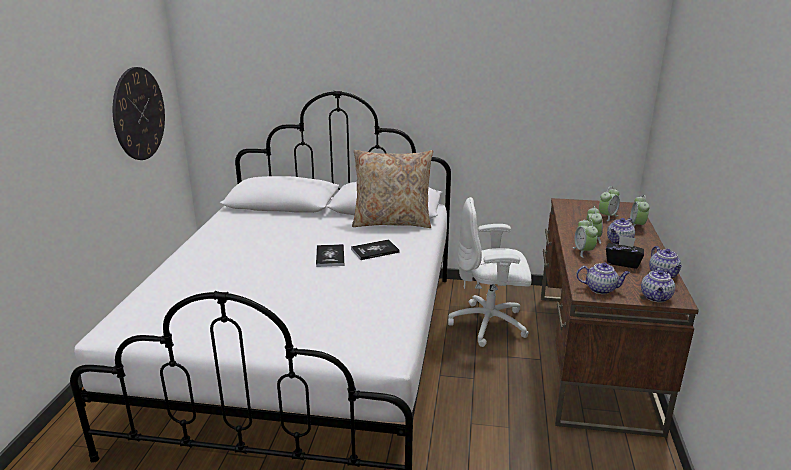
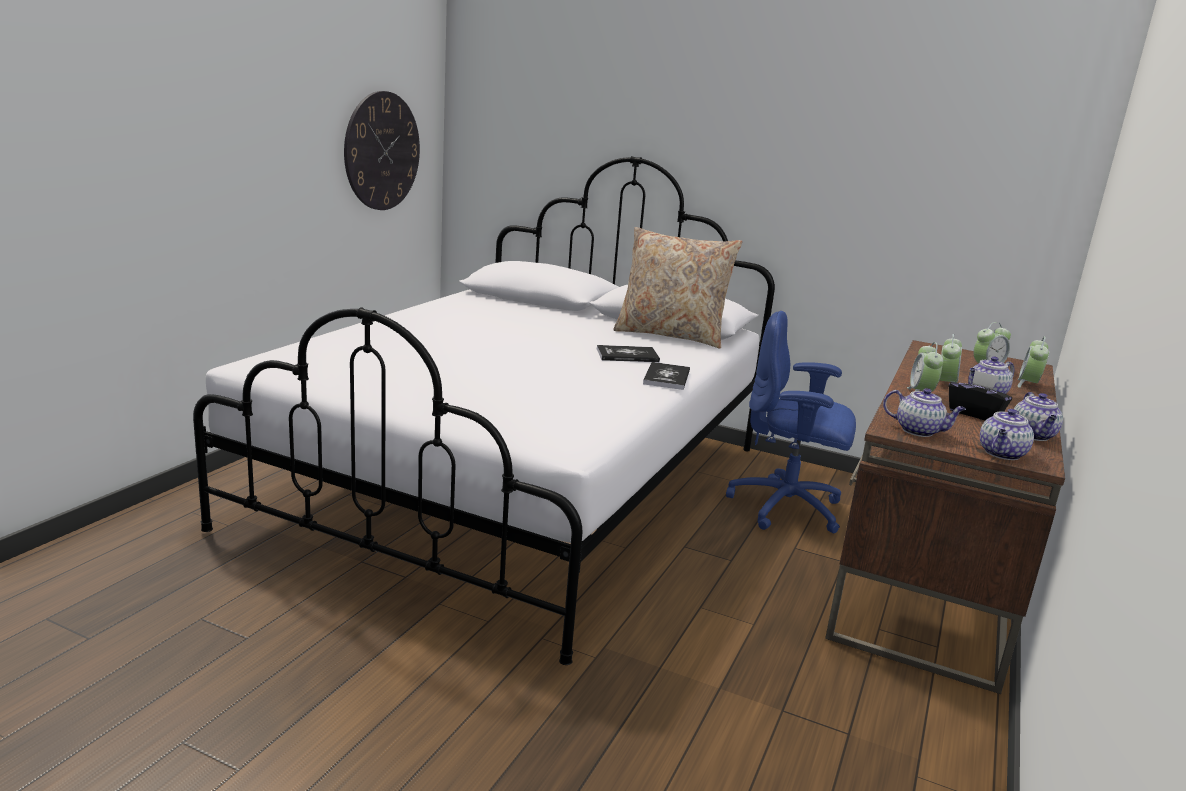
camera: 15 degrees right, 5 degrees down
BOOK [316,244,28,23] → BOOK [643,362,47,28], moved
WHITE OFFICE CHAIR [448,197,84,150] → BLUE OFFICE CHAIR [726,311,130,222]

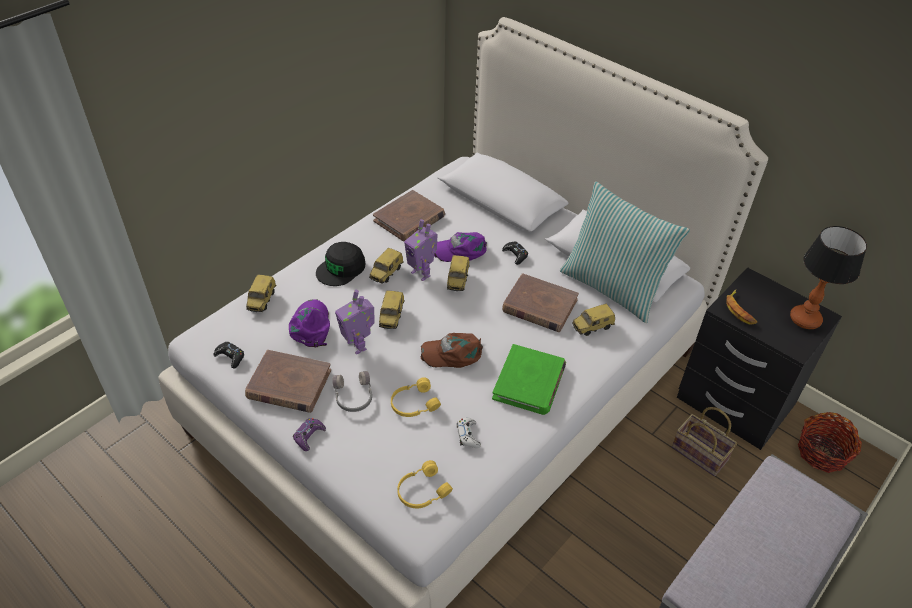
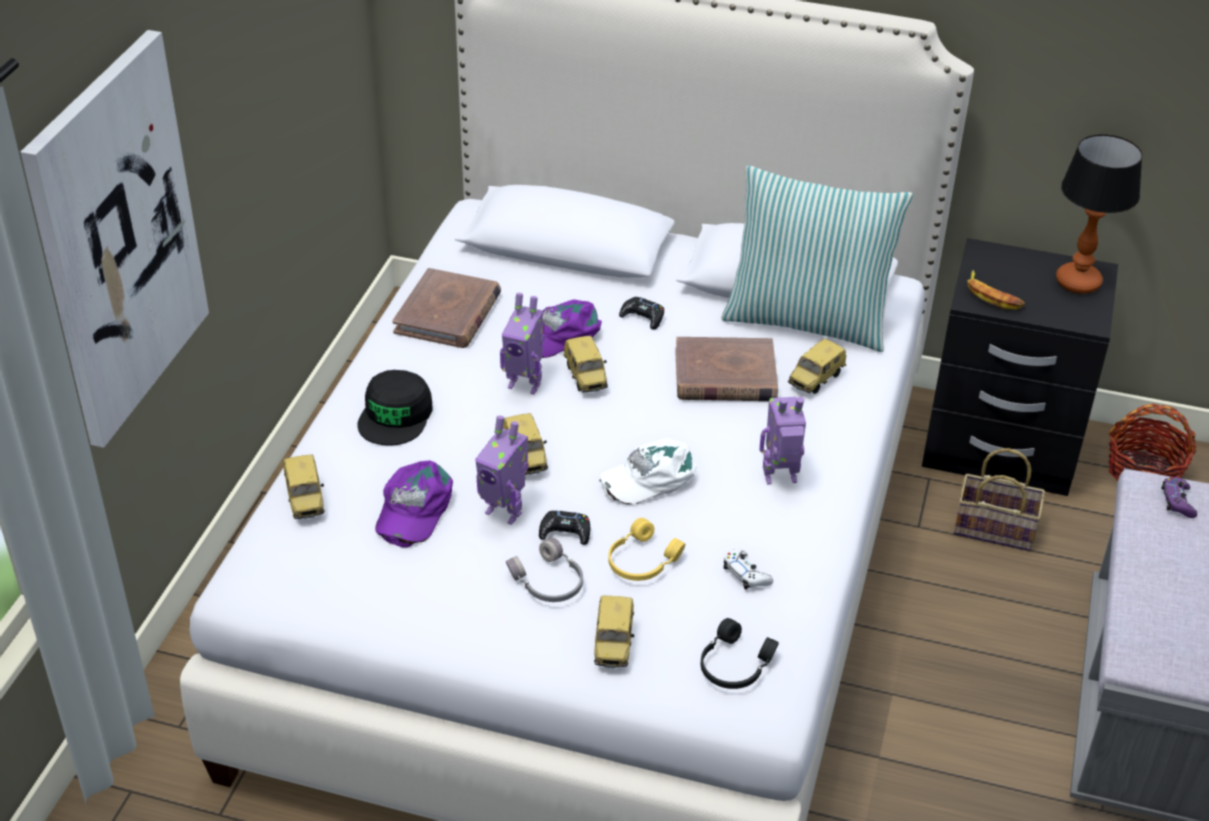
camera: 25 degrees left, 5 degrees down
BROWN BOOK [245,350,86,63] → -
- → PICTURE [20,30,189,418]
BLACK GAME CONTROLLER [213,342,31,26] → BLACK GAME CONTROLLER [539,511,51,34], moved
PURPLE GAME CONTROLLER [293,418,33,33] → PURPLE GAME CONTROLLER [1161,477,36,41], moved
TOY CAR [369,248,35,36] → TOY CAR [594,596,40,72], moved
GREEN BOOK [492,344,74,71] → TOY ROBOT [759,396,47,88]
YELLOW HEADPHONES [397,460,56,48] → BLACK HEADPHONES [701,618,78,71]
BROWN CAP [421,333,62,35] → WHITE CAP [600,438,97,67]
PURPLE CAP [289,299,41,49] → PURPLE CAP [375,461,78,87], 135 degrees counterclockwise

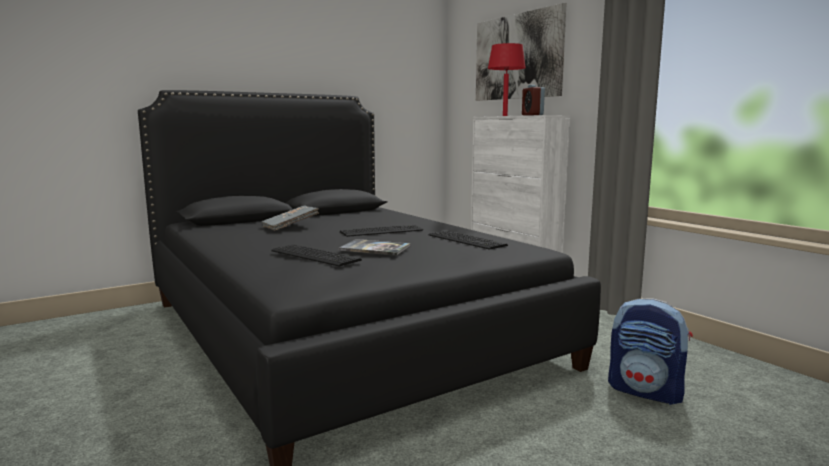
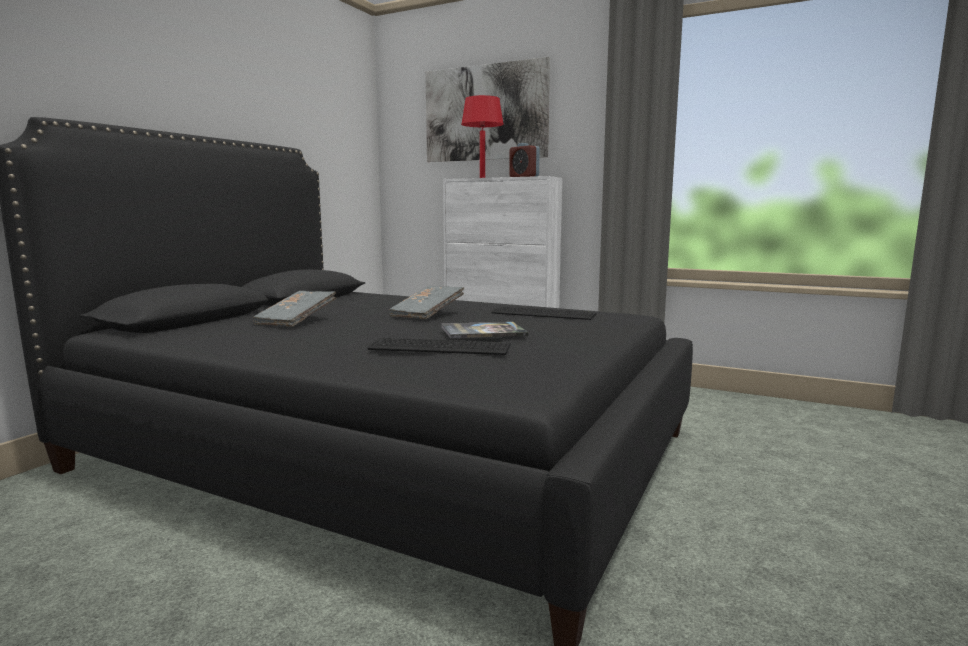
camera: 30 degrees left, 0 degrees up
BACKPACK [608,298,85,107] → -
KEYBOARD [340,225,83,12] → GREY BOOK [389,286,75,33]

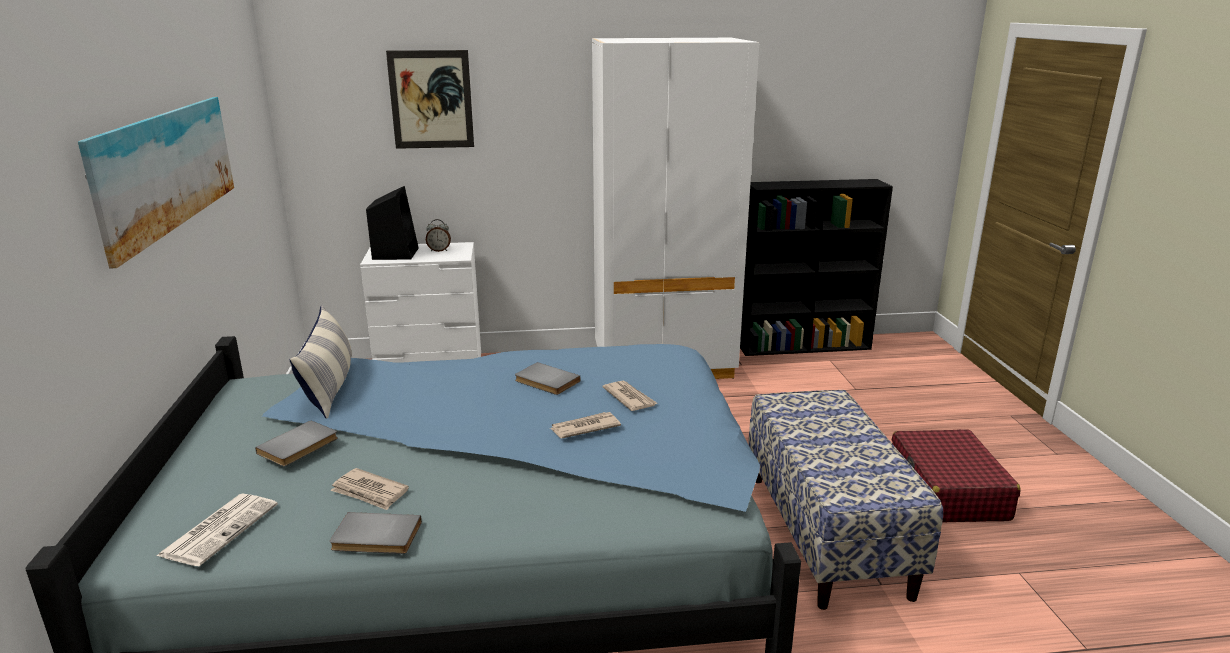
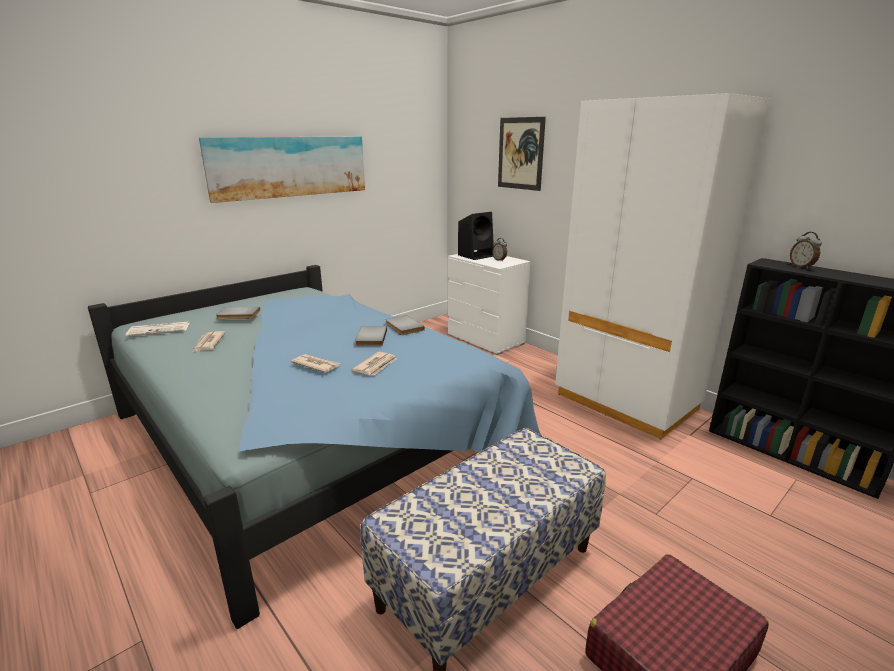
camera: 55 degrees right, 0 degrees up
PILLOW [290,305,62,114] → -
- → ALARM CLOCK [790,232,32,37]
GREY BOOK [330,512,92,42] → GREY BOOK [385,315,40,20], moved

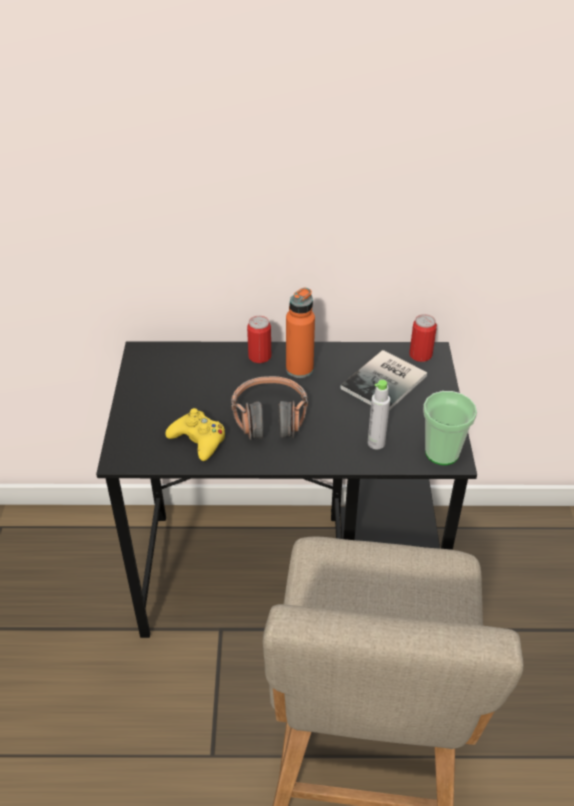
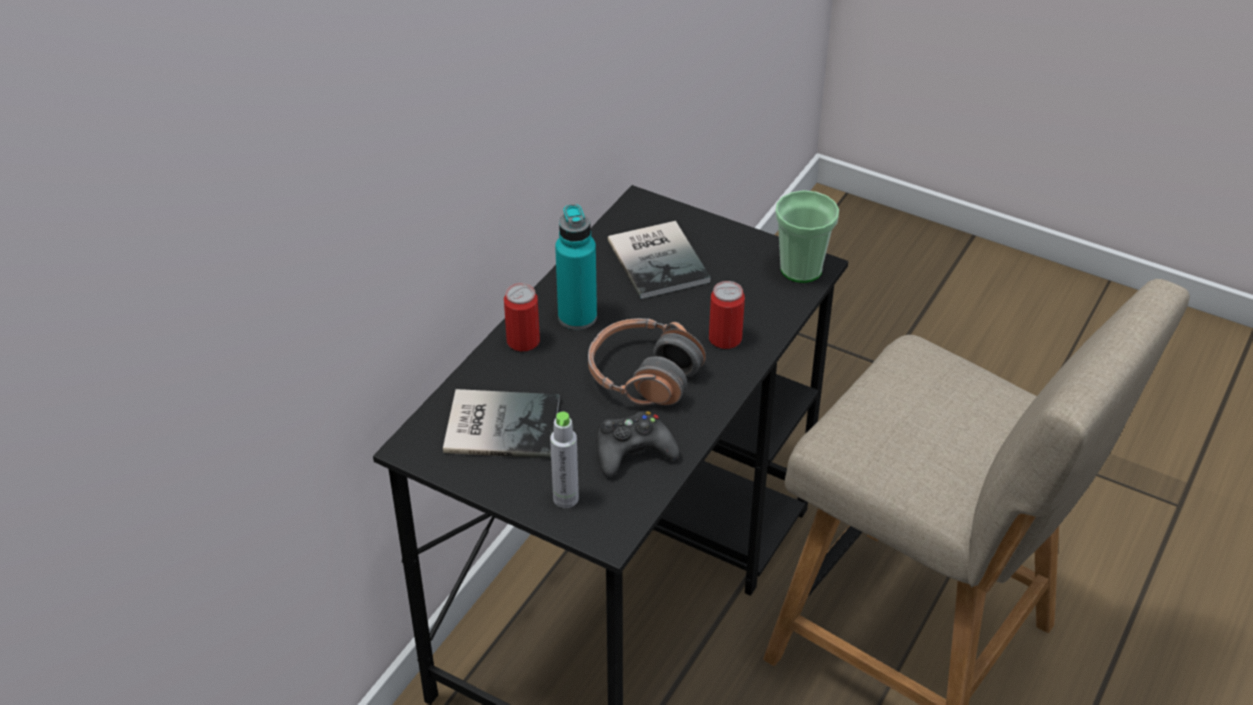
camera: 60 degrees left, 0 degrees up
- → BOOK [443,389,117,70]
GREY BOTTLE [368,380,22,70] → GREY BOTTLE [550,411,29,97], moved
CAN [409,314,28,48] → CAN [709,281,36,68], moved
YELLOW GAME CONTROLLER [165,408,60,53] → BLACK GAME CONTROLLER [596,411,83,66]
ORANGE BOTTLE [286,288,29,90] → TURQUOISE BOTTLE [555,204,42,126]

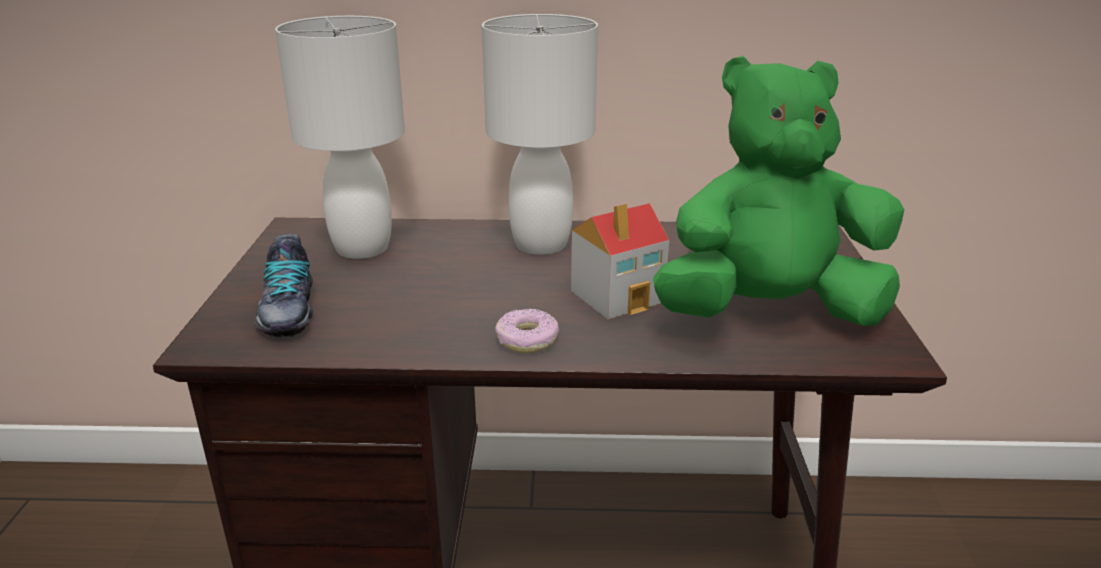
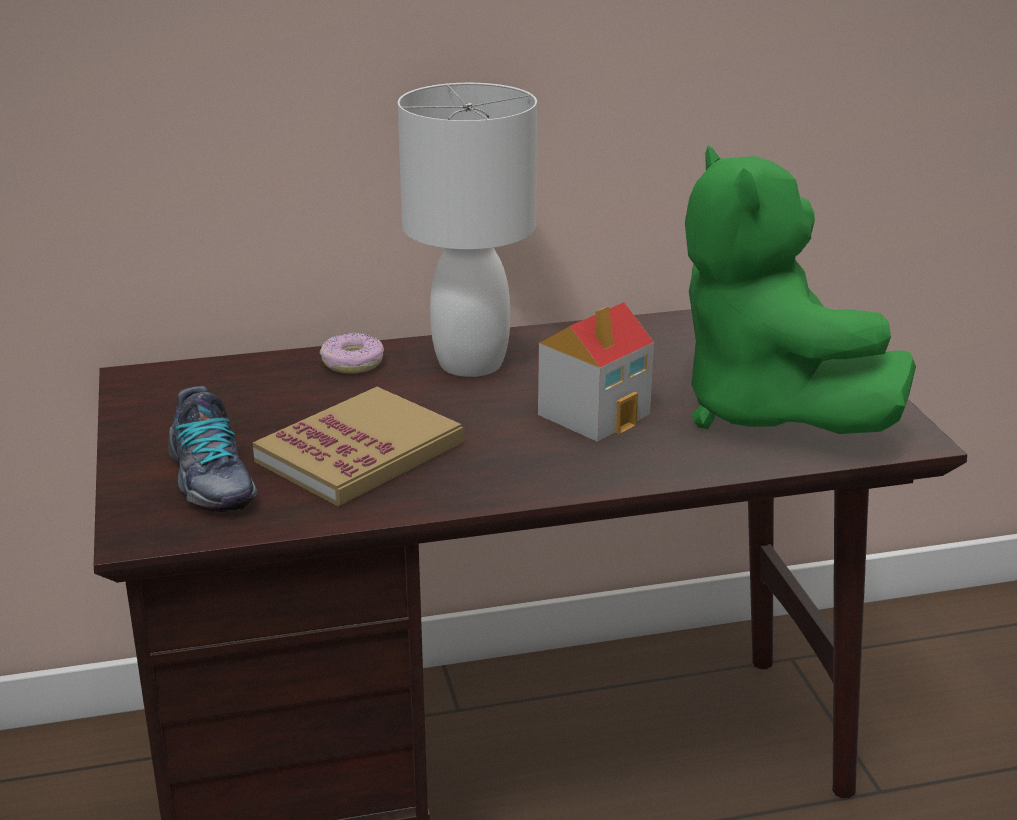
camera: 15 degrees left, 0 degrees up
WHITE TABLE LAMP [275,16,130,243] → -
- → BOOK [253,387,211,120]
DONUT [495,309,64,44] → DONUT [320,333,64,41], moved
GREEN PLUSH TOY [653,56,251,270] → GREEN PLUSH TOY [685,145,231,289], 90 degrees counterclockwise

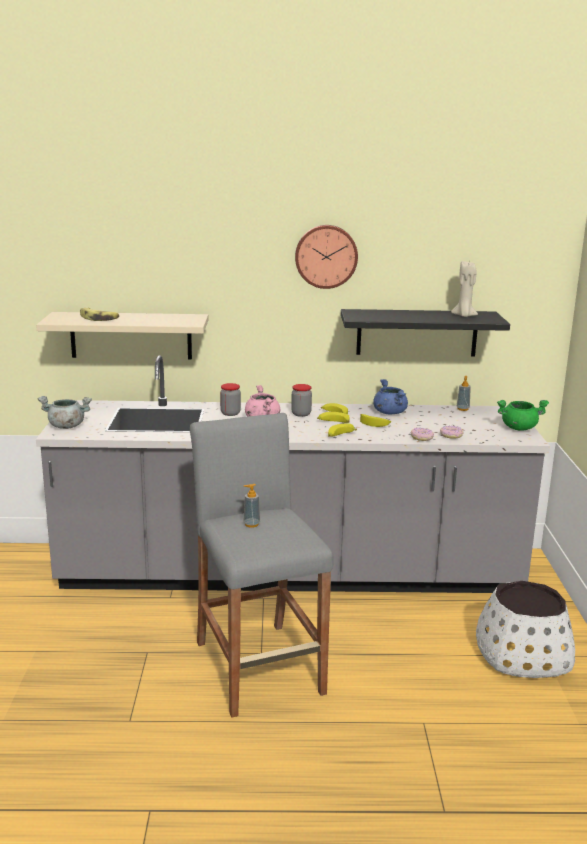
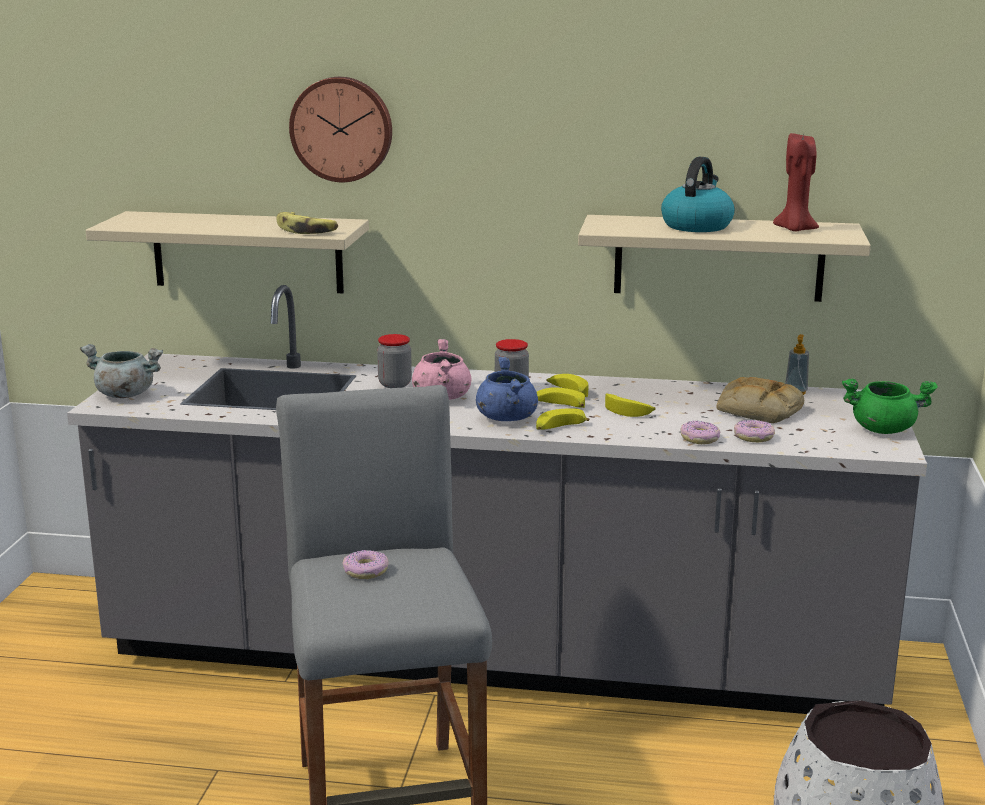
camera: 10 degrees right, 0 degrees up
- → KETTLE [661,157,74,75]
- → BREAD [716,377,88,46]
BANANA [80,308,39,13] → BANANA [277,212,61,22], moved
WALL CLOCK [295,225,63,64] → WALL CLOCK [289,77,103,106], moved
BLUE COOKING POT [373,379,35,35] → BLUE COOKING POT [476,357,62,64], moved
SOAP DISPENSER [243,484,17,44] → DONUT [342,550,47,29]
BLACK SHELF [341,309,169,48] → BEIGE SHELF [578,215,293,87]
BEIGE CANDLE [451,261,27,56] → RED CANDLE [773,132,46,100]

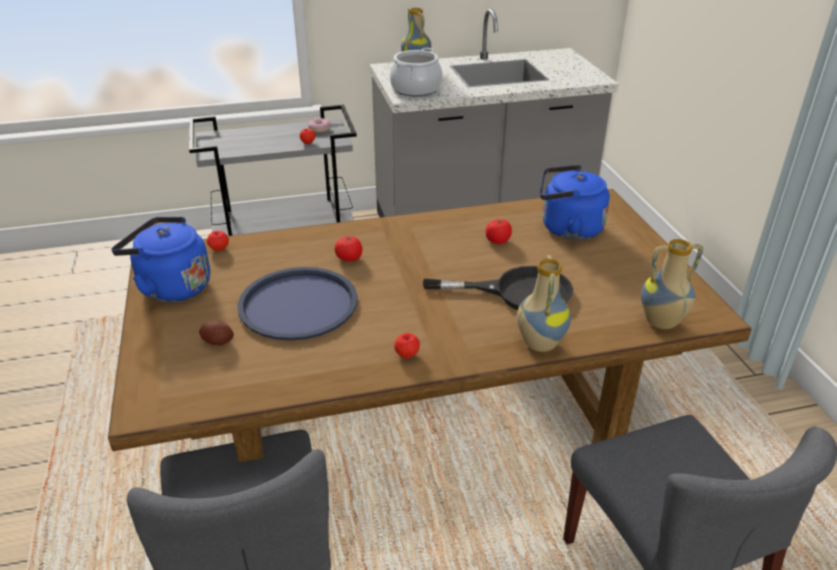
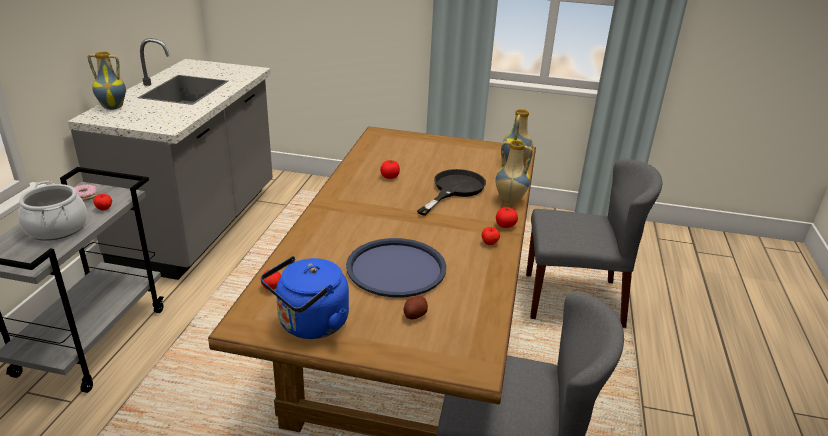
camera: 65 degrees left, 5 degrees down
BLUE KETTLE [540,165,70,75] → -
TOMATO [335,235,27,27] → TOMATO [496,207,22,21], moved
COOKING POT [390,48,52,49] → COOKING POT [18,181,69,60], moved

